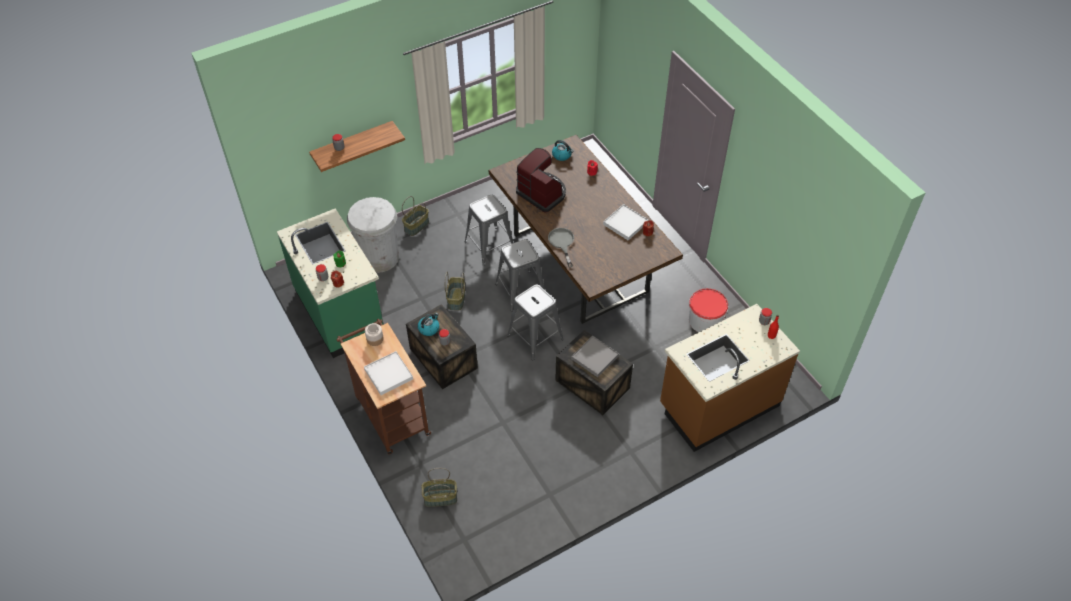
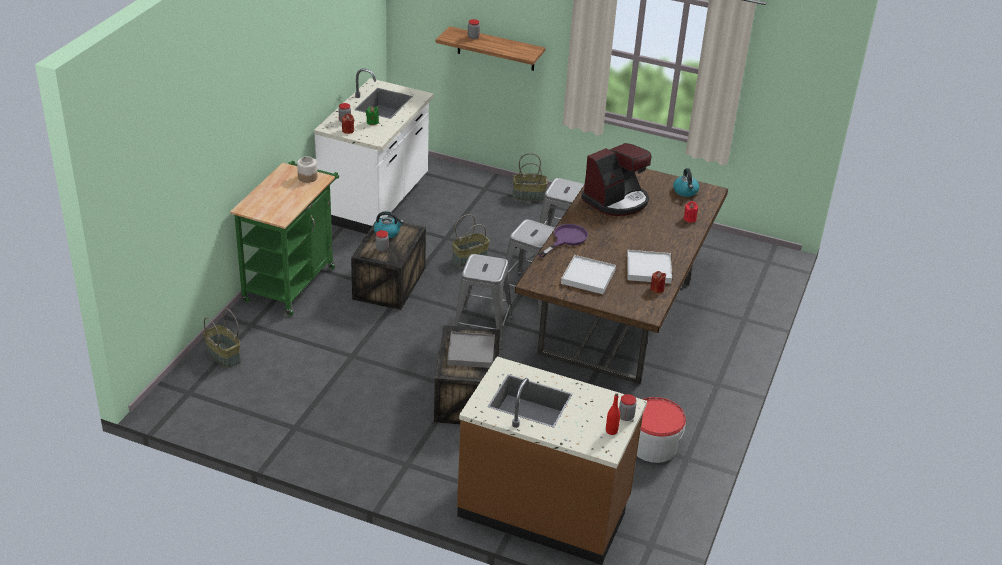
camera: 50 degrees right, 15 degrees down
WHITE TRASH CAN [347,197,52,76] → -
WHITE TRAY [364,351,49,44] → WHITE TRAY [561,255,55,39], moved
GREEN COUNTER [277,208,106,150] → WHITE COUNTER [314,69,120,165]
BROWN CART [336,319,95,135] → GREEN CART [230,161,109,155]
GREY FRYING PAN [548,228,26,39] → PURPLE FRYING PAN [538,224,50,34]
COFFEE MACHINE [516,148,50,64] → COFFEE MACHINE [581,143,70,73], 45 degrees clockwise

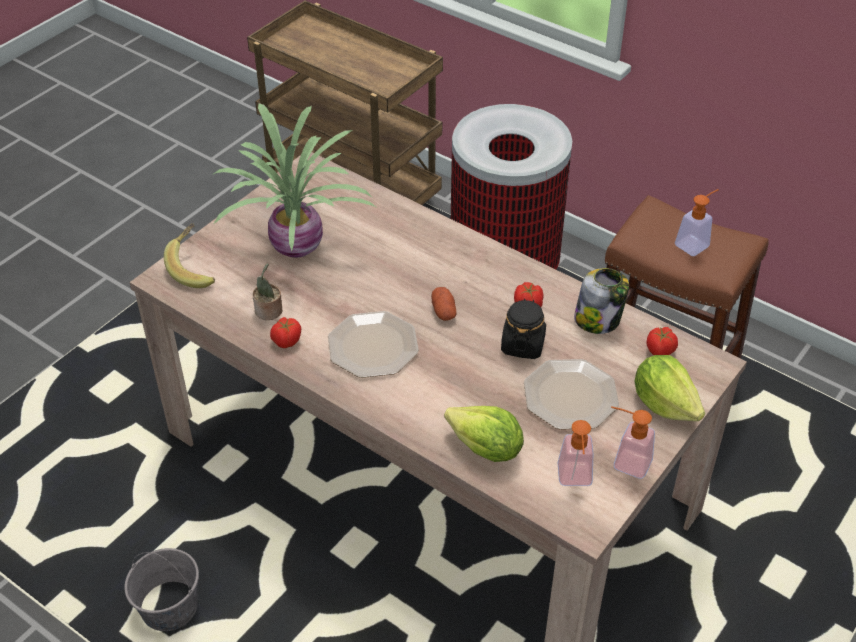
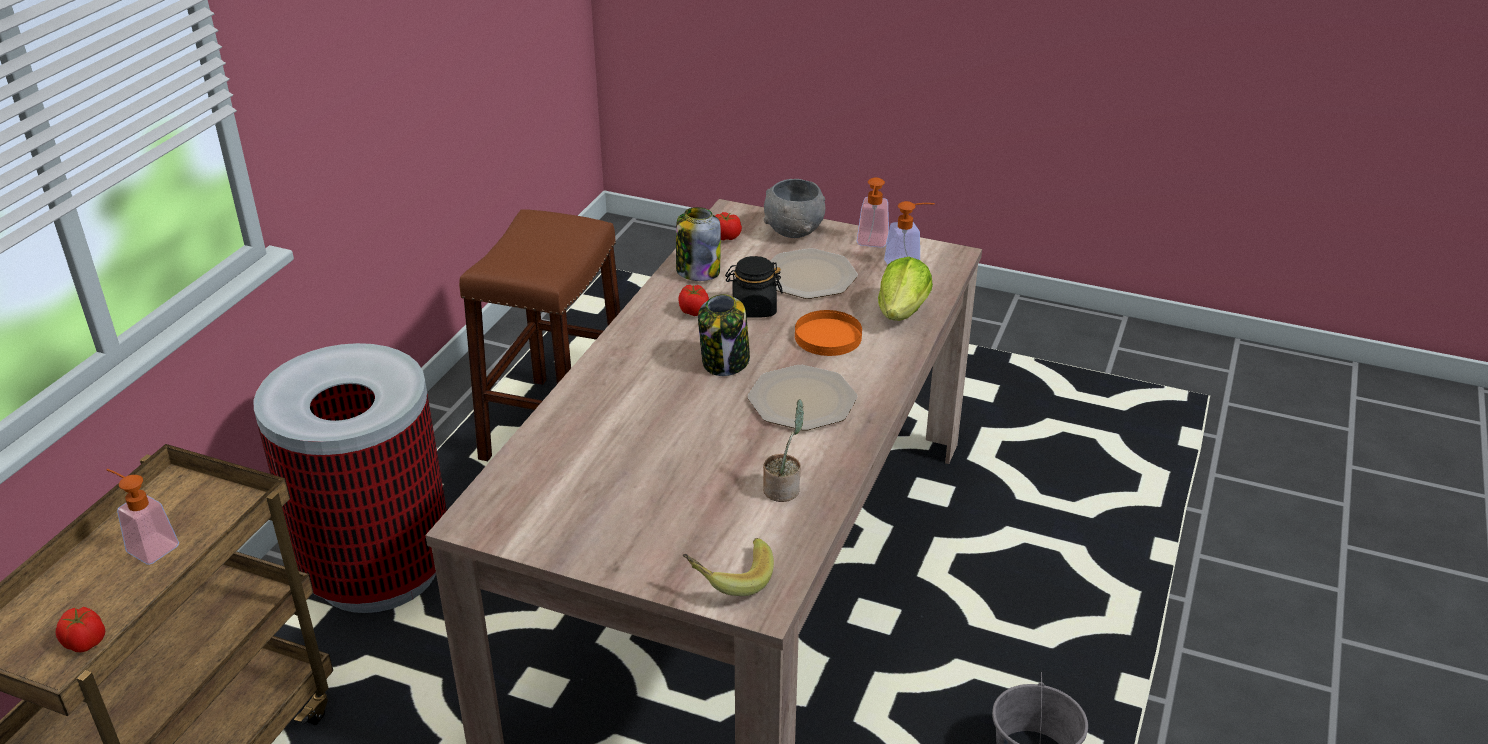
camera: 105 degrees left, 10 degrees down
POTTED PLANT [212,103,164,155] → -
- → ORANGE PLATE [795,310,67,46]
TOMATO [270,317,31,31] → TOMATO [55,607,50,45], moved
SOAP DISPENSER [675,189,44,67] → SOAP DISPENSER [106,469,73,96], moved
POTATO [431,287,26,34] → JAR [698,294,52,82]
LETTUCE [634,355,71,66] → GREY BOWL [764,179,61,59]

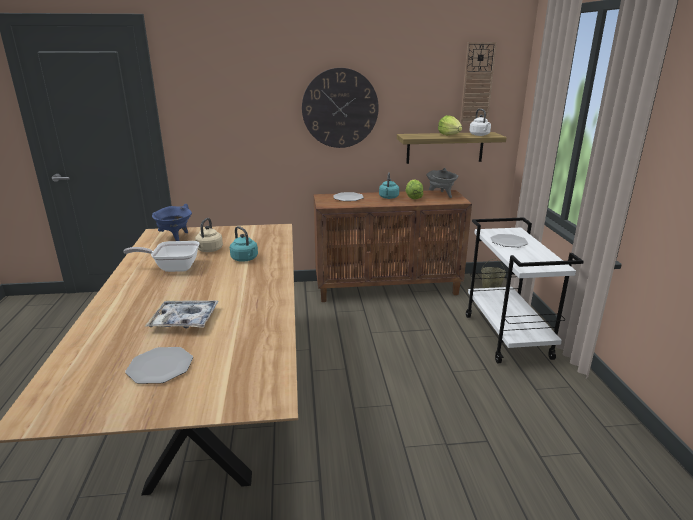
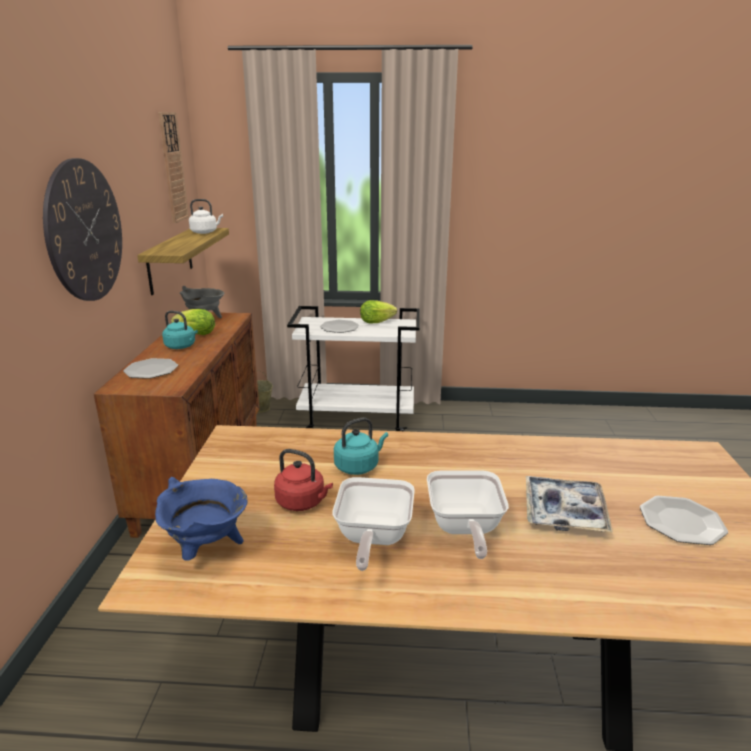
camera: 80 degrees left, 0 degrees up
- → FRYING PAN [427,470,82,89]
LETTUCE [438,115,24,20] → LETTUCE [360,300,37,23], moved
BEIGE KETTLE [195,218,28,34] → RED KETTLE [274,449,59,62]

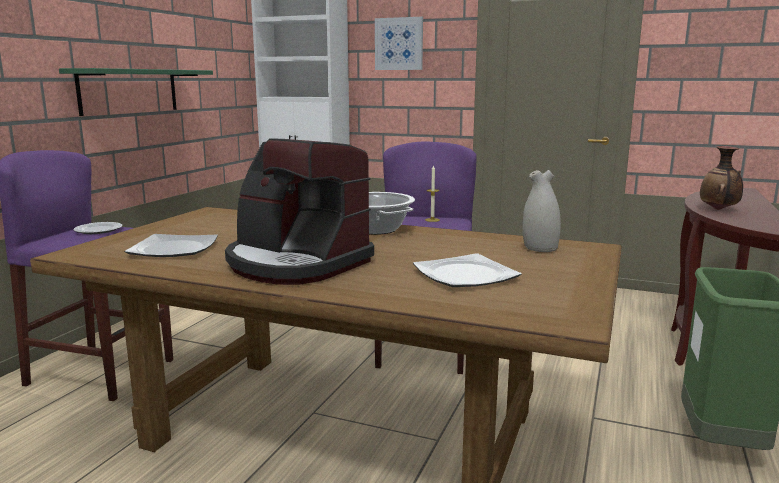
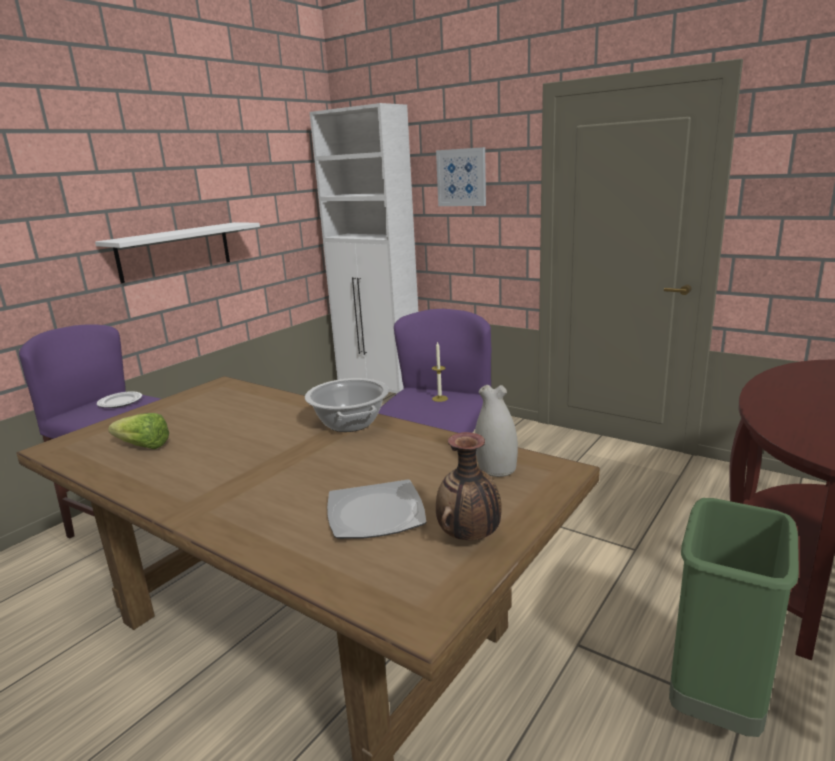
camera: 15 degrees right, 5 degrees up
COFFEE MACHINE [225,138,149,147] → -
VASE [700,146,43,64] → VASE [436,432,66,108], moved
PLATE [124,234,94,23] → LETTUCE [108,413,61,36]
GREEN SHELF [59,68,154,48] → WHITE SHELF [95,222,165,61]

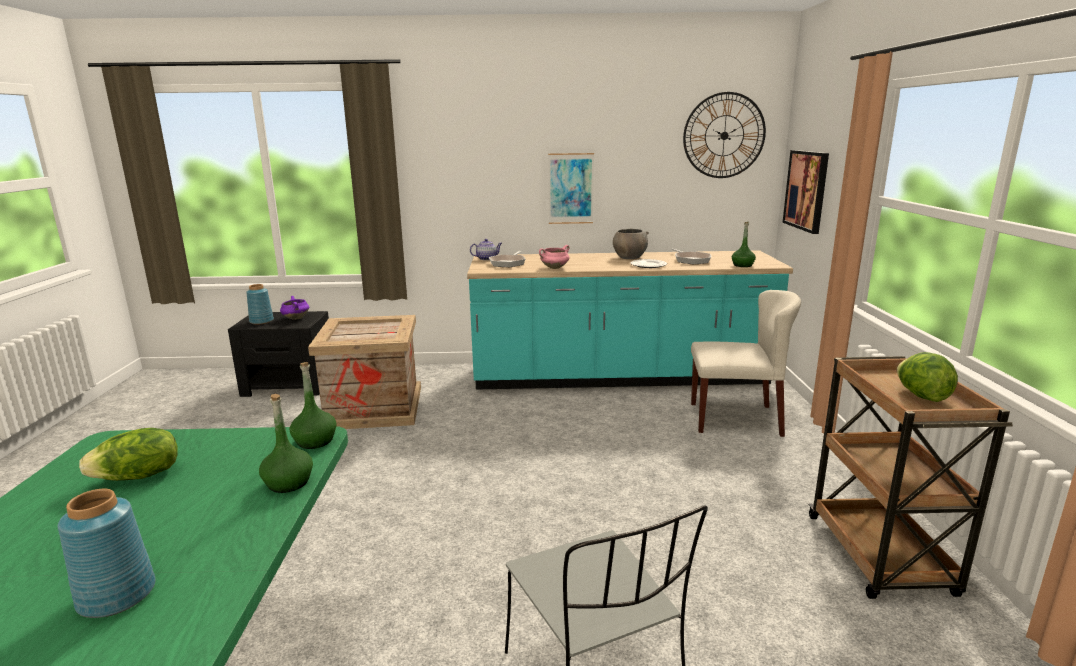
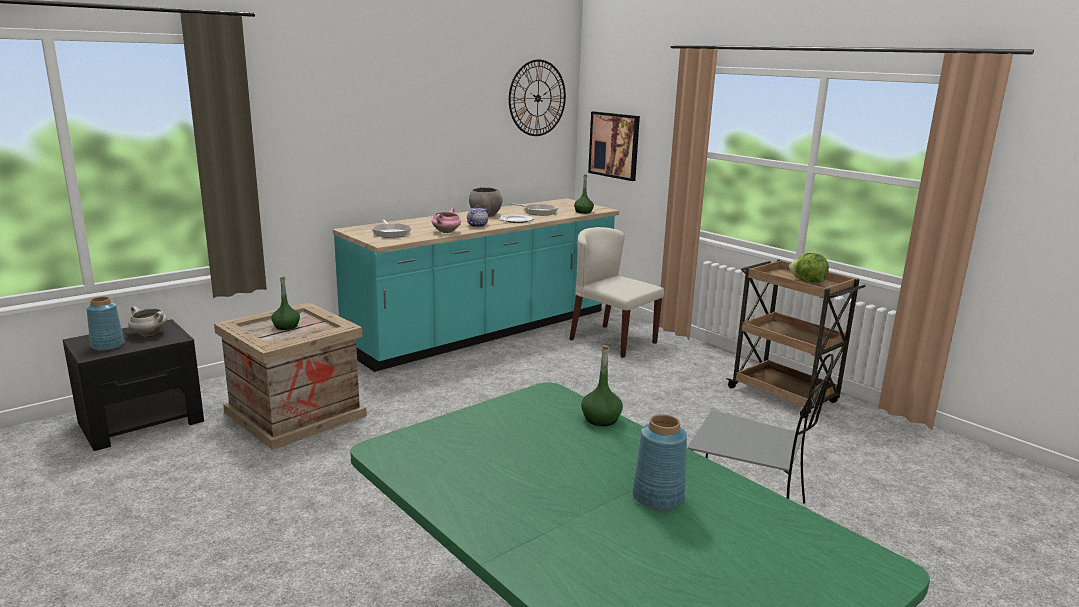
camera: 40 degrees left, 0 degrees up
LETTUCE [79,428,99,53] → -
PICTURE [548,153,46,71] → -
GREEN BOTTLE [290,362,47,87] → GREEN BOTTLE [271,277,29,53], moved
TEAPOT [470,239,32,21] → TEAPOT [467,205,21,22], moved
PURPLE COOKING POT [280,296,29,24] → WHITE COOKING POT [128,306,39,30]
BEIGE CHAIR [691,290,110,147] → BEIGE CHAIR [569,227,95,131], 105 degrees counterclockwise

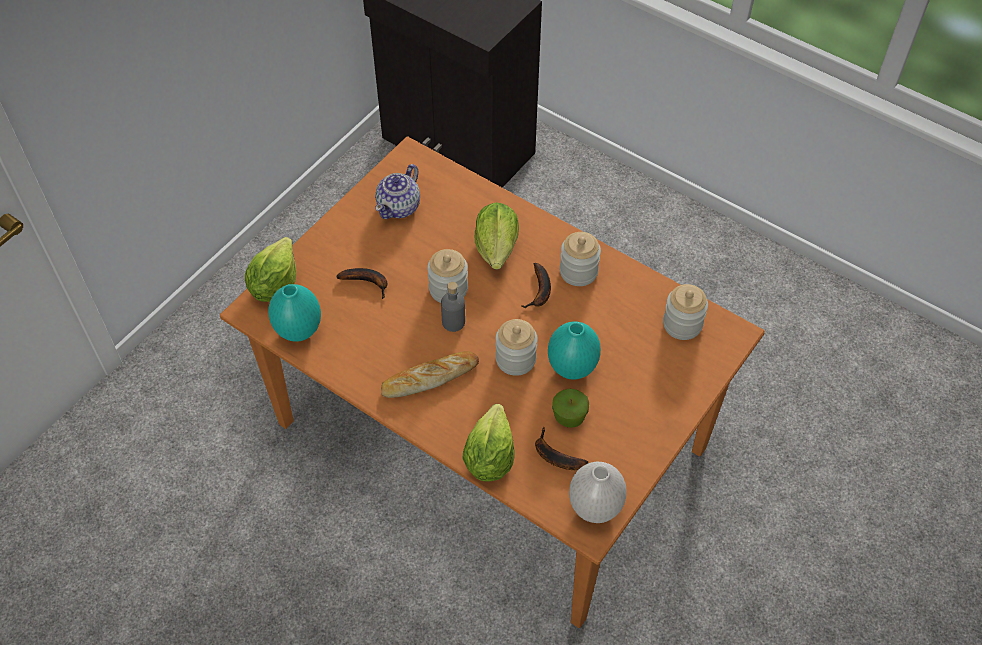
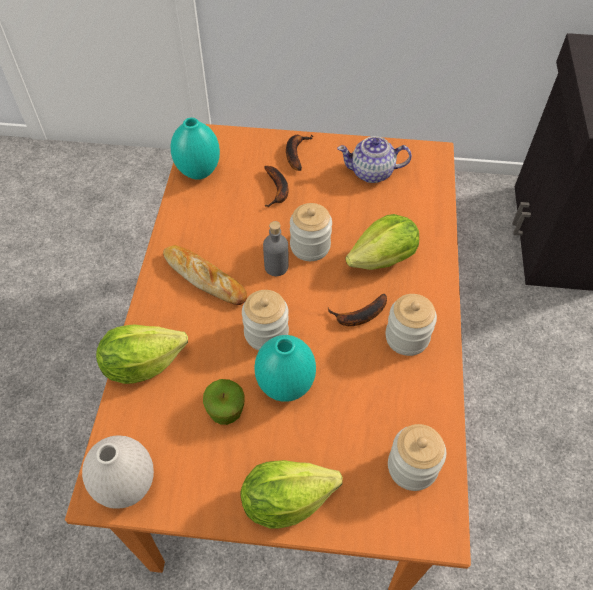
camera: 60 degrees right, 0 degrees up
LETTUCE [245,237,52,65] → LETTUCE [240,460,103,68], moved
BANANA [535,427,53,43] → BANANA [286,135,28,36], moved

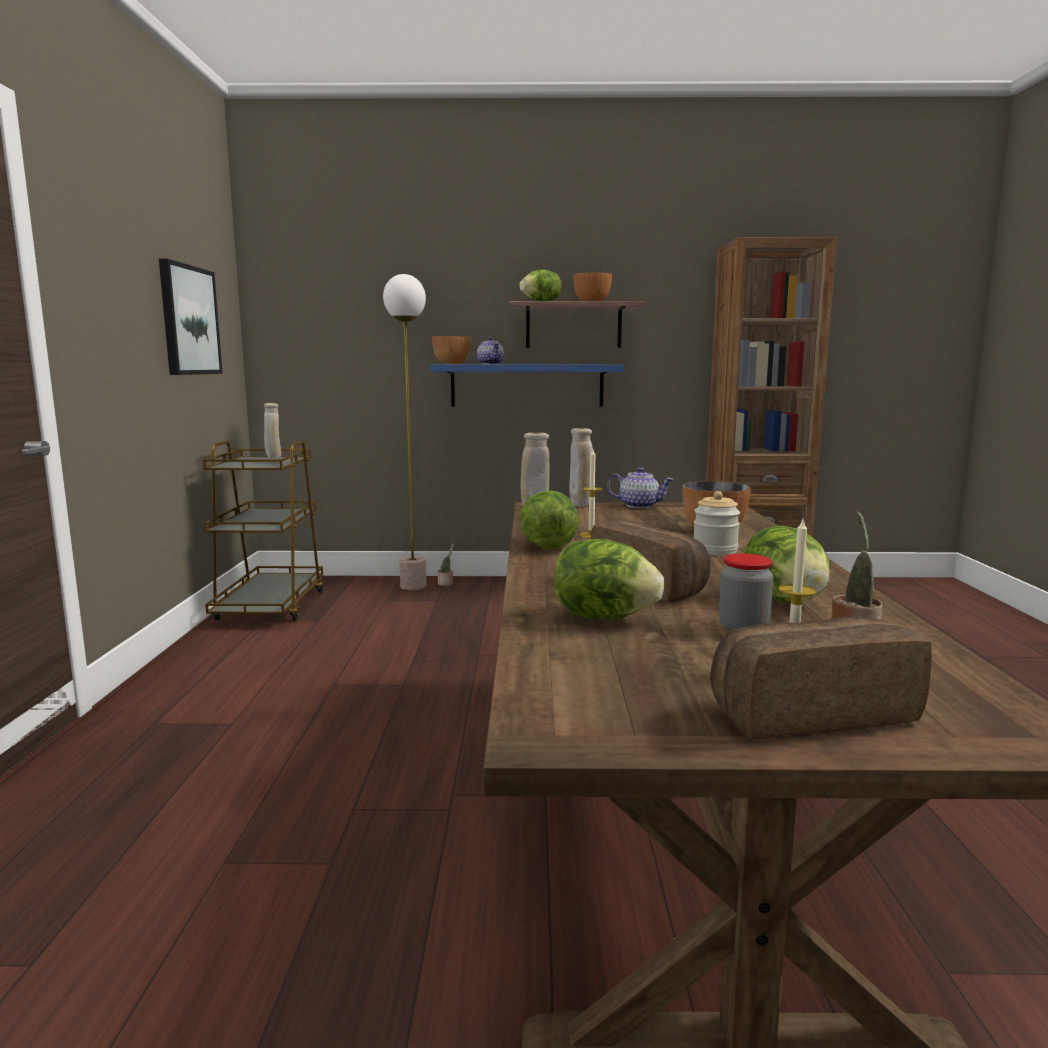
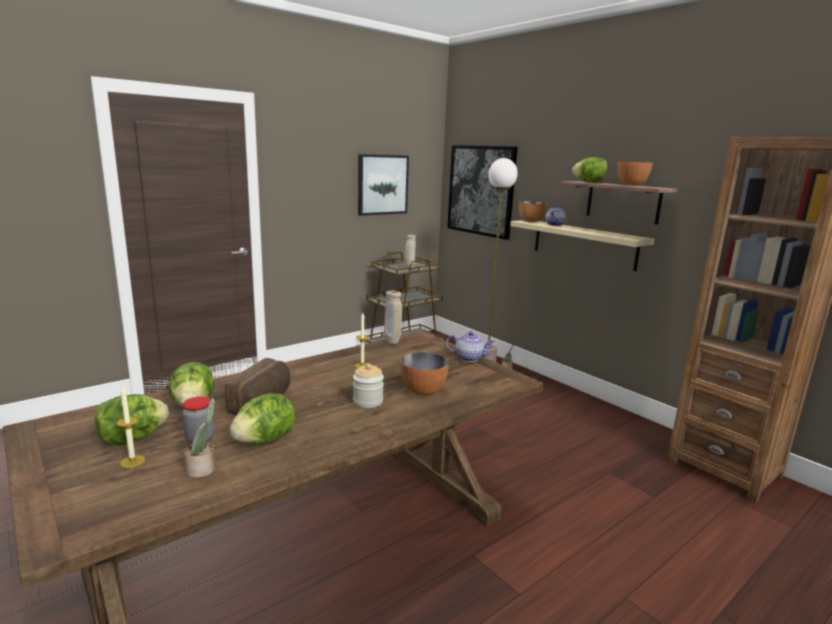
camera: 50 degrees right, 5 degrees up
BEIGE VASE [569,428,24,79] → -
BREAD [710,617,222,123] → -
- → PICTURE [447,145,71,95]
LETTUCE [520,490,59,59] → LETTUCE [95,394,74,52], moved
BLUE SHELF [430,364,194,43] → BEIGE SHELF [510,220,144,51]
TEAPOT [607,467,67,41] → TEAPOT [446,331,49,31], 60 degrees counterclockwise

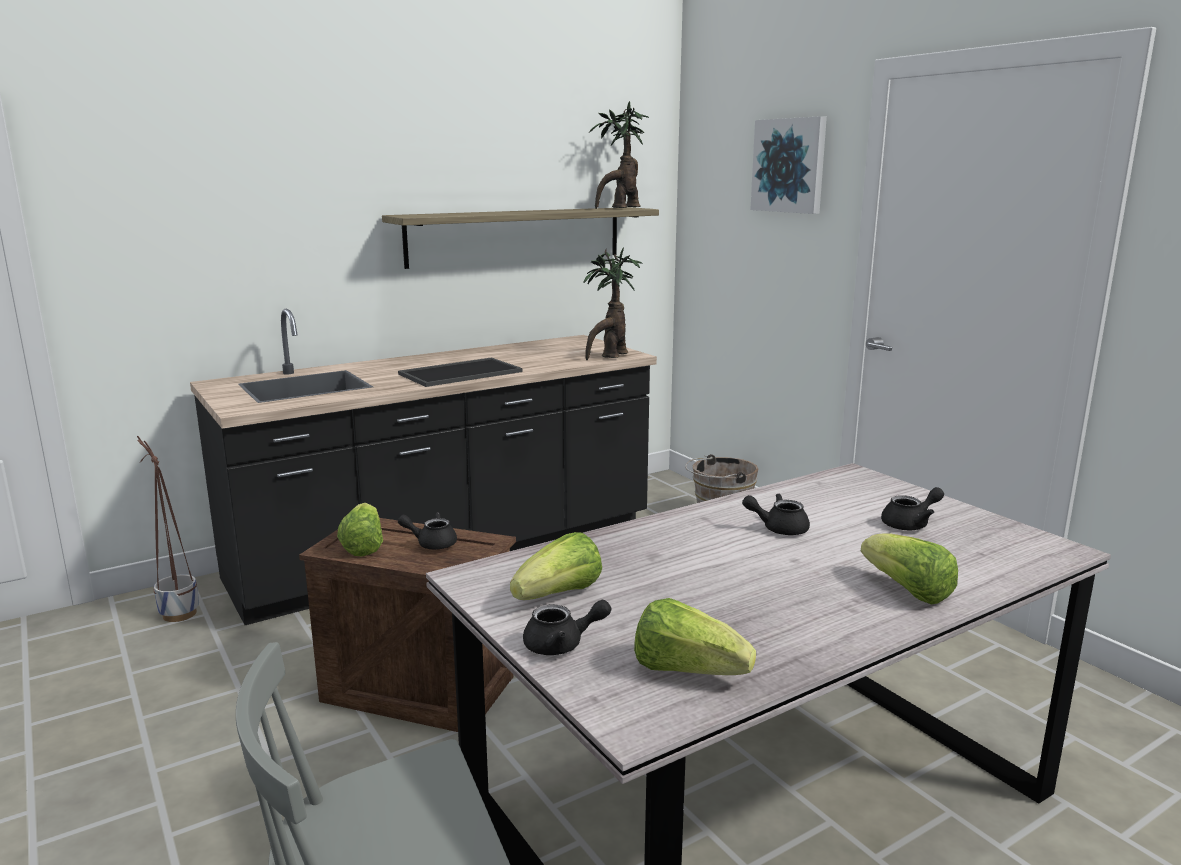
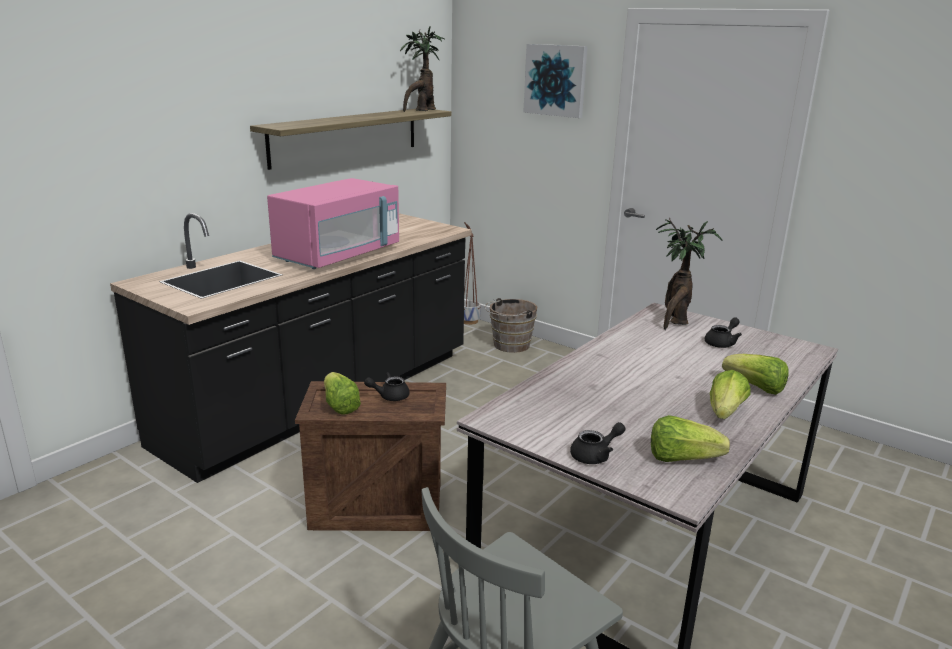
camera: 20 degrees left, 5 degrees up
BLACK TEAPOT [742,493,68,42] → -
PLANTER [137,436,62,186] → PLANTER [464,222,17,103], moved
LETTUCE [510,532,92,68] → LETTUCE [710,370,41,49], moved
POTTED PLANT [583,247,60,113] → POTTED PLANT [656,217,67,113], moved
TRAY [398,357,125,30] → PINK MICROWAVE [267,178,132,91]

